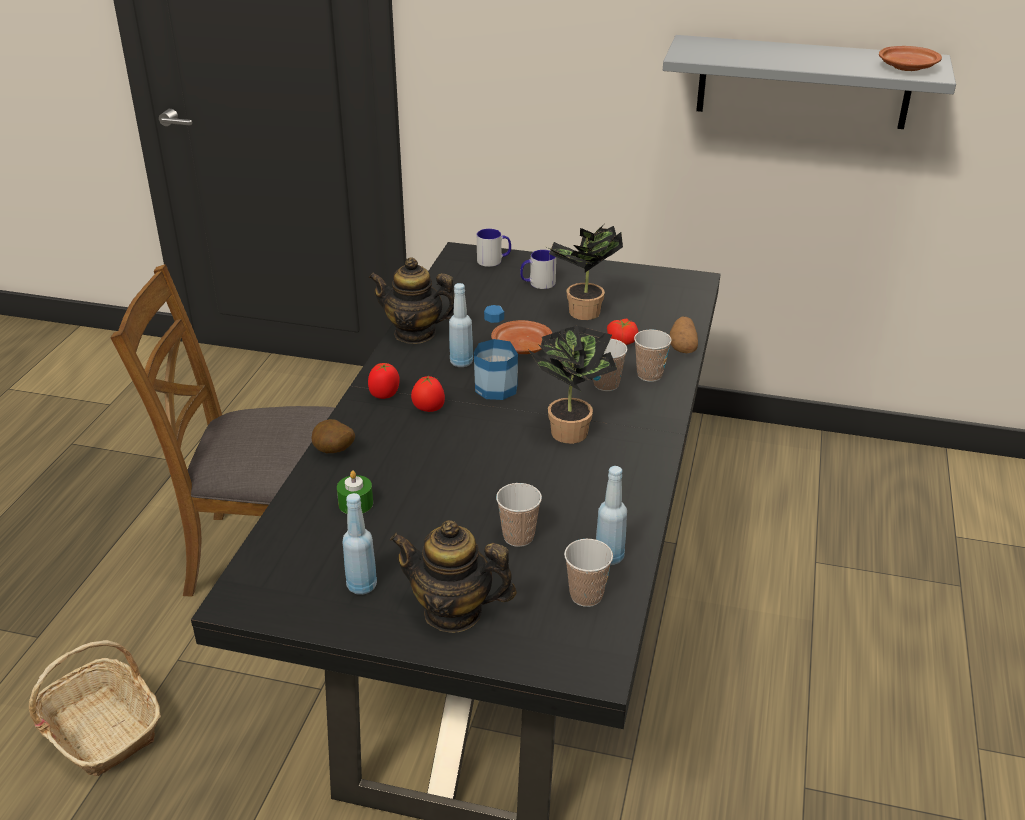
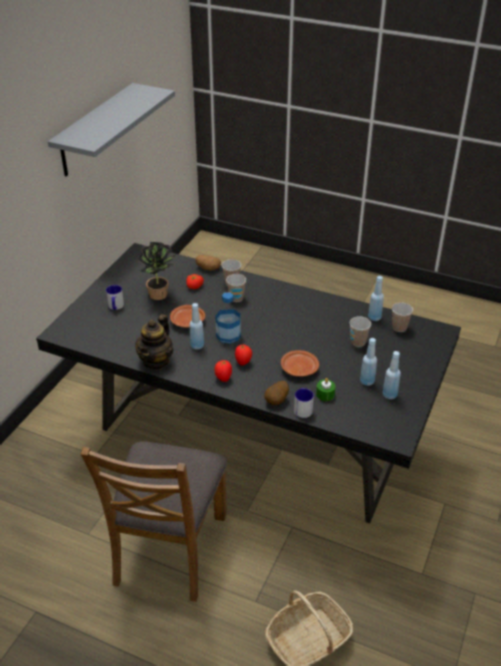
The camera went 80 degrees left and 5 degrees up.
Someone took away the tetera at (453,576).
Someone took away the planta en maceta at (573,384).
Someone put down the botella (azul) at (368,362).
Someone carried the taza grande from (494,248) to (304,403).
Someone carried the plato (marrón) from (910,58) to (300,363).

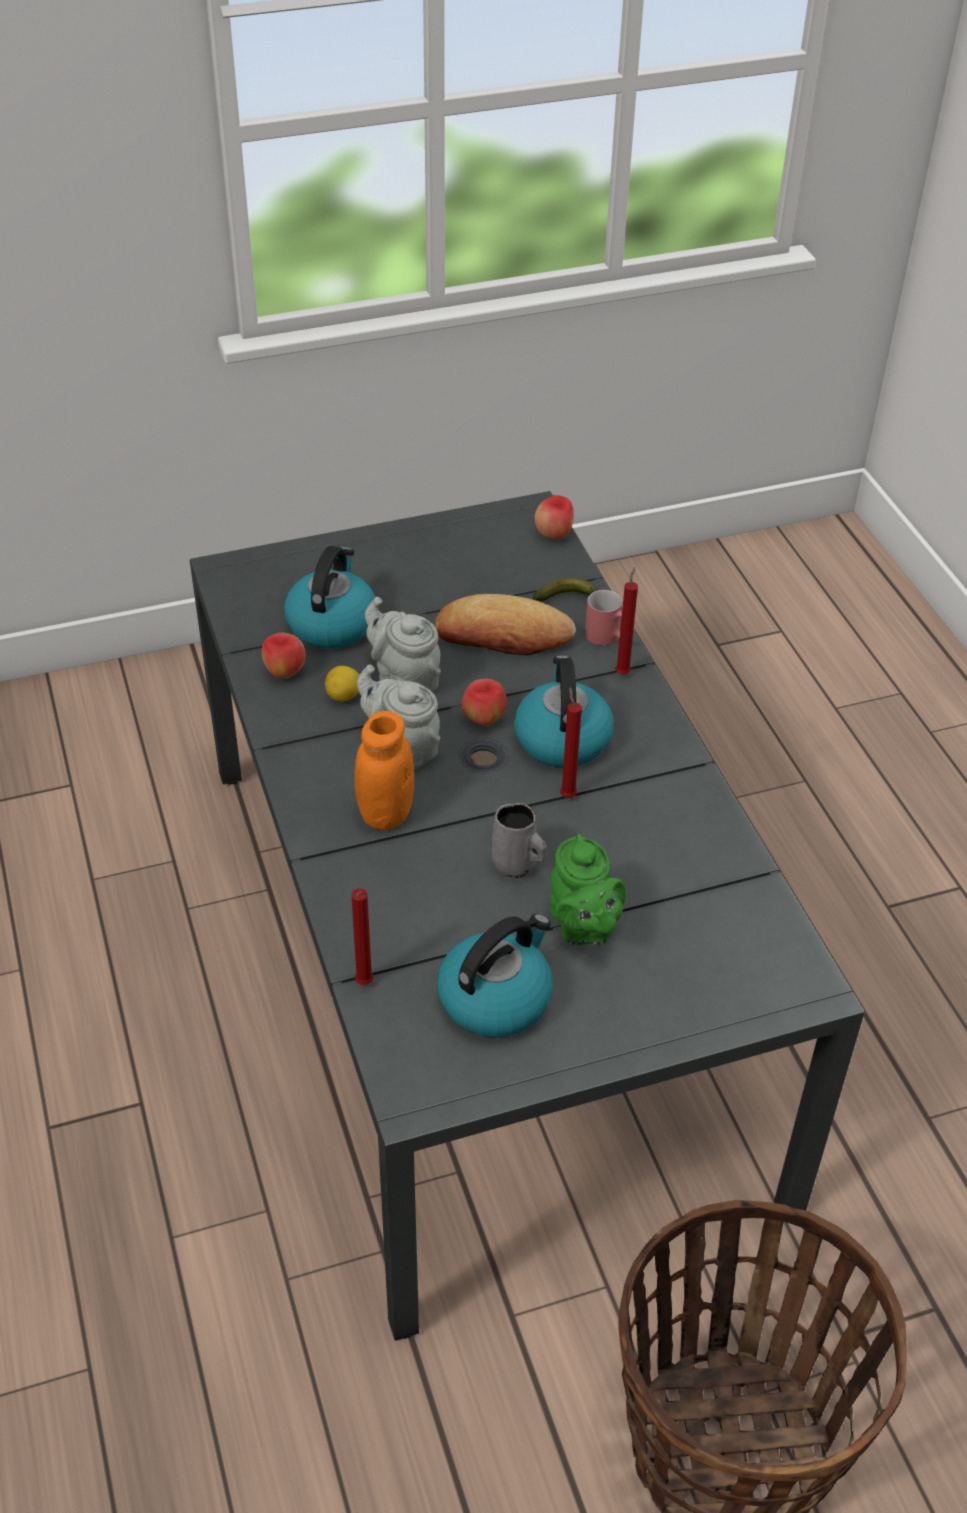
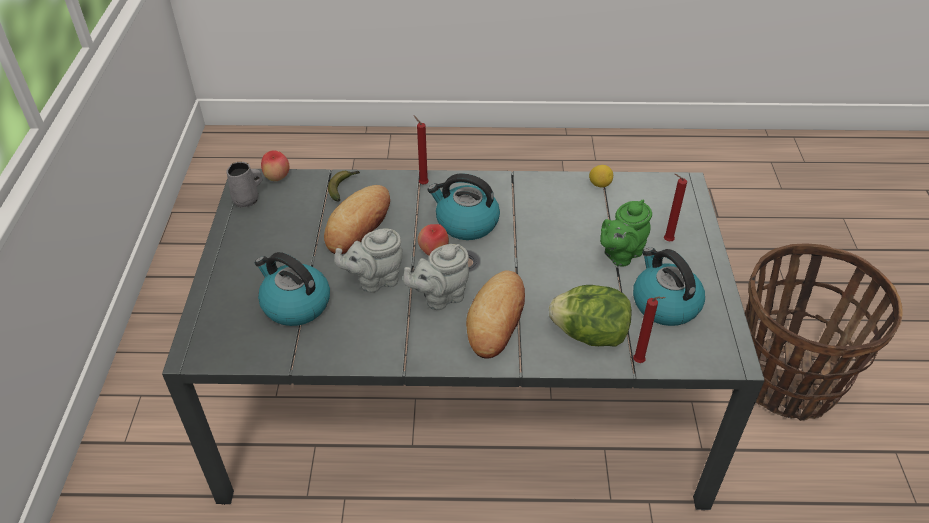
The camera went 70 degrees left and 0 degrees up.
Someone took away the manzana at (283,655).
Someone took away the taza grande (rojo) at (610,618).
Someone put down the lechuga at (590,316).
Someone carried the limón from (342,684) to (601,176).
Someone carried the taza grande (gris) from (519,841) to (244,184).
Someone carried the vela (rojo) from (571,742) to (675,207).
Someone swapped the tarro (naranja) at (384,770) for the pan at (495,314).
Someone rotated the tetera (verde) at (588,889) by 135 degrees clockwise.

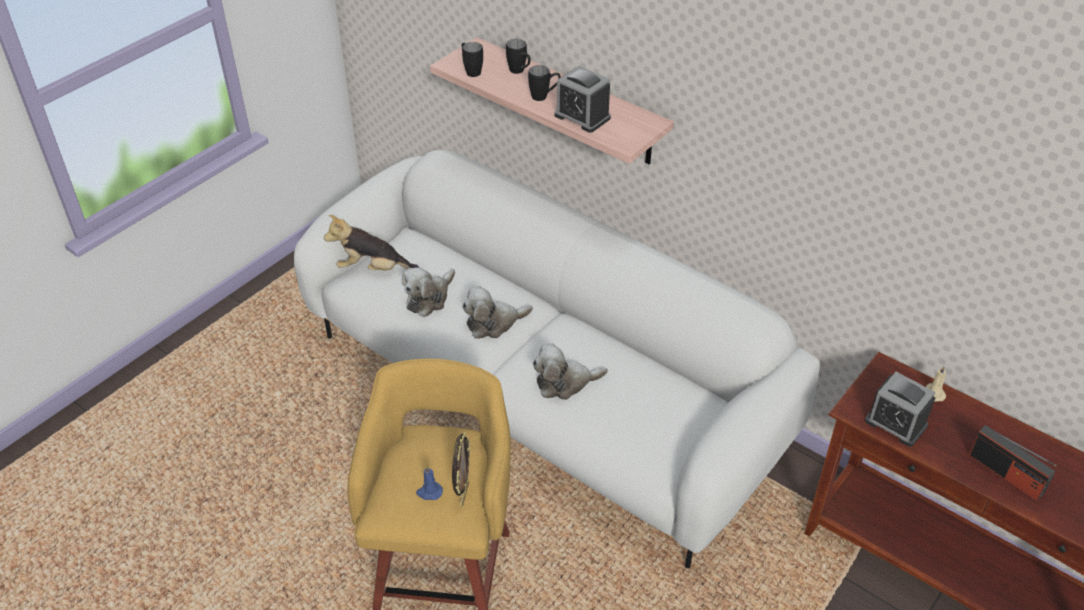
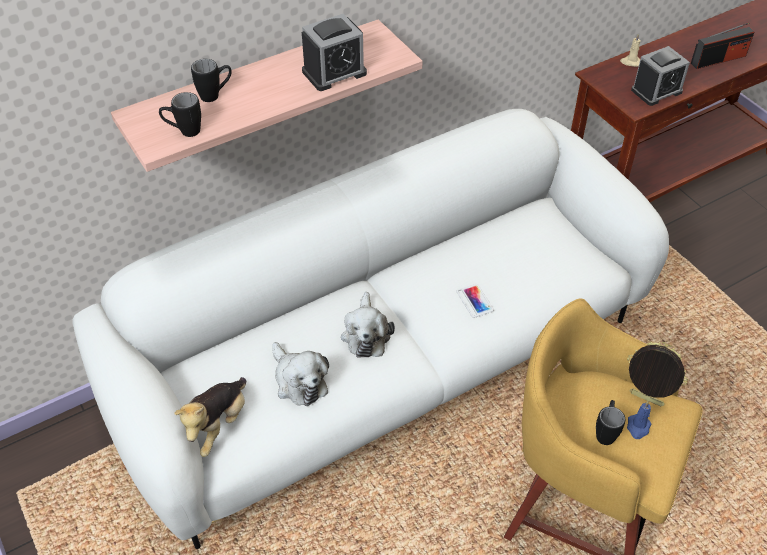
The camera went 70 degrees left and 5 degrees up.
Someone carried the taza grande (negro) from (544,83) to (610,422).
Someone swapped the peluche at (570,371) for the móvil at (475,301).

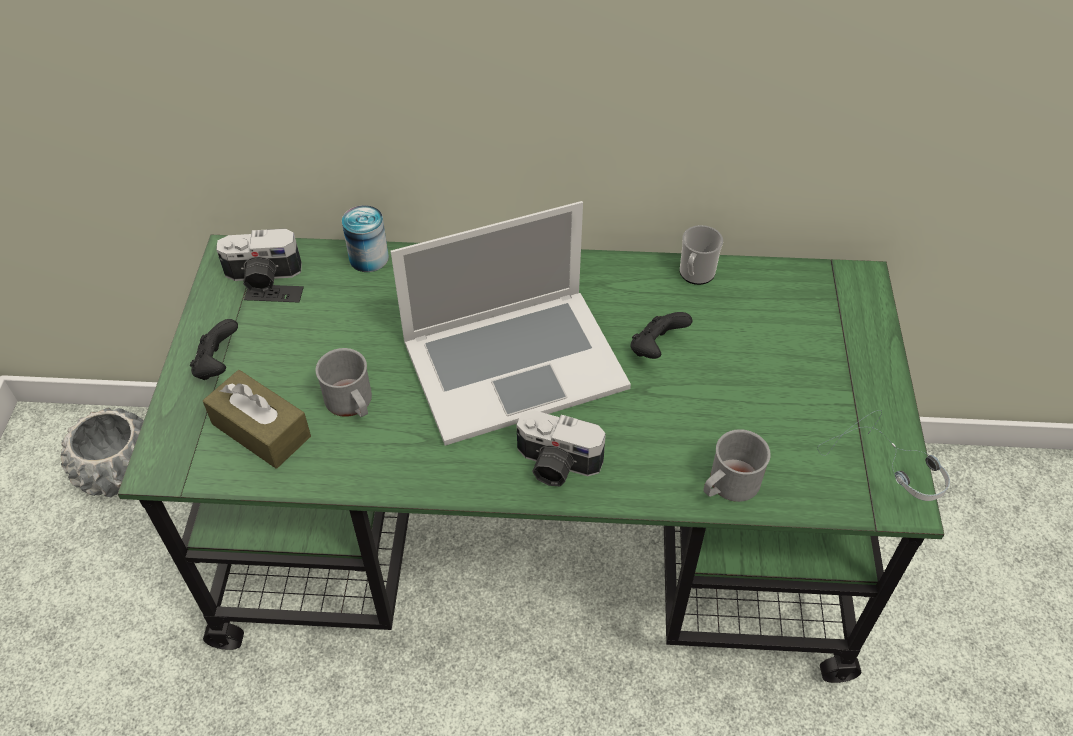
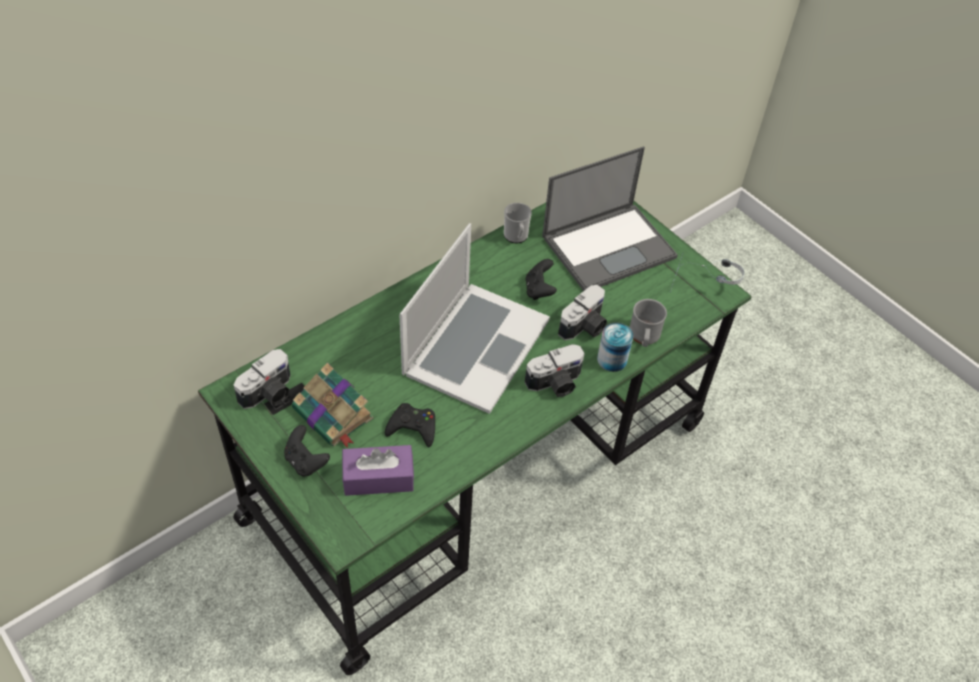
The camera went 45 degrees left and 0 degrees up.
Someone took away the maceta (gris) at (102,453).
Someone put down the libro at (332,405).
Someone put down the portátil at (610,218).
Someone put down the cámara at (582,312).
Someone carried the lata from (365,238) to (615,347).
Someone swapped the taza grande (gris) at (343,382) for the mando de consola (negro) at (410,425).
Someone repainted the caja de pañuelos (marrón) at (257,419), which became the caja de pañuelos (morado) at (378,470).

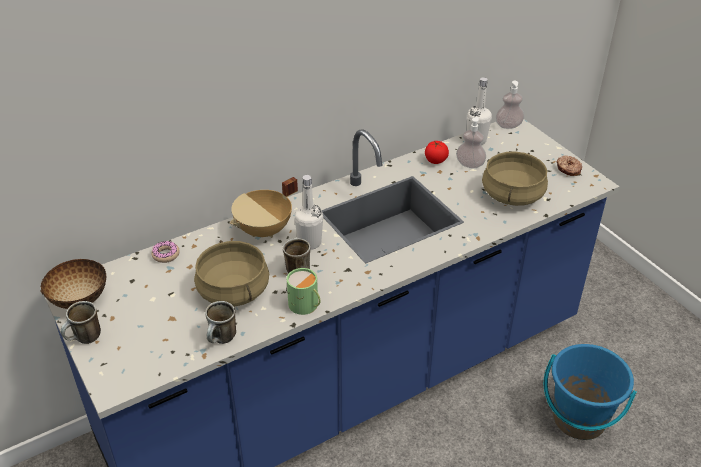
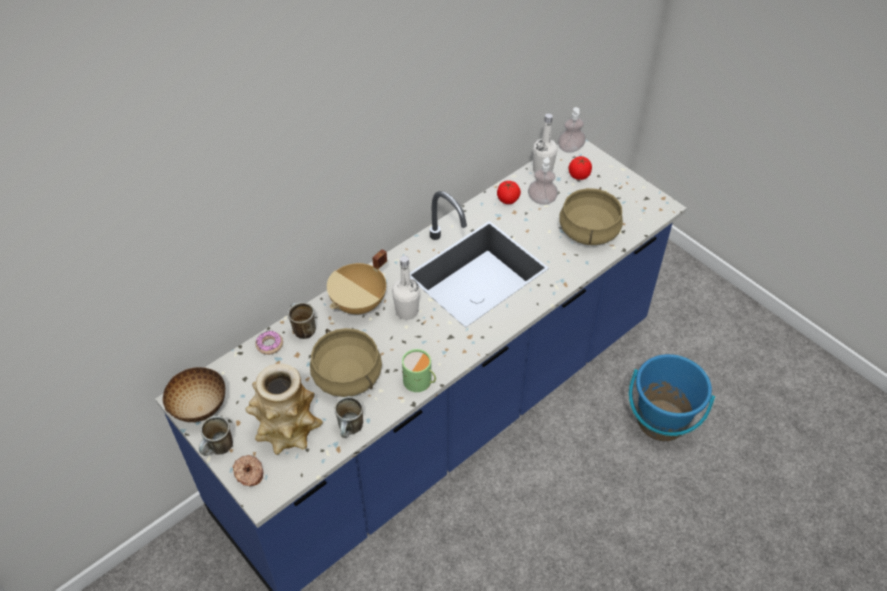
The camera went 10 degrees left and 10 degrees up.
Someone put down the florero at (284,409).
Someone put down the tomate at (580,168).
Someone carried the taza grande from (297,256) to (302,320).
Someone carried the rosquilla from (569,166) to (248,471).

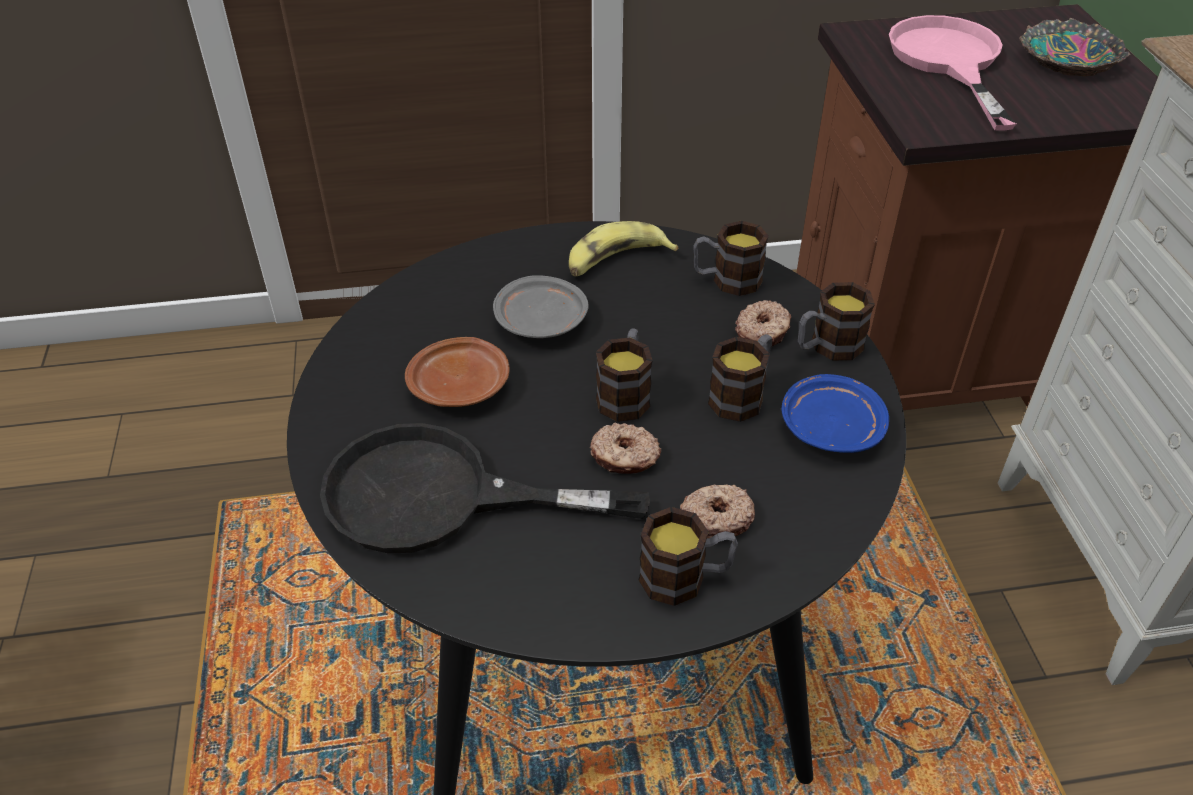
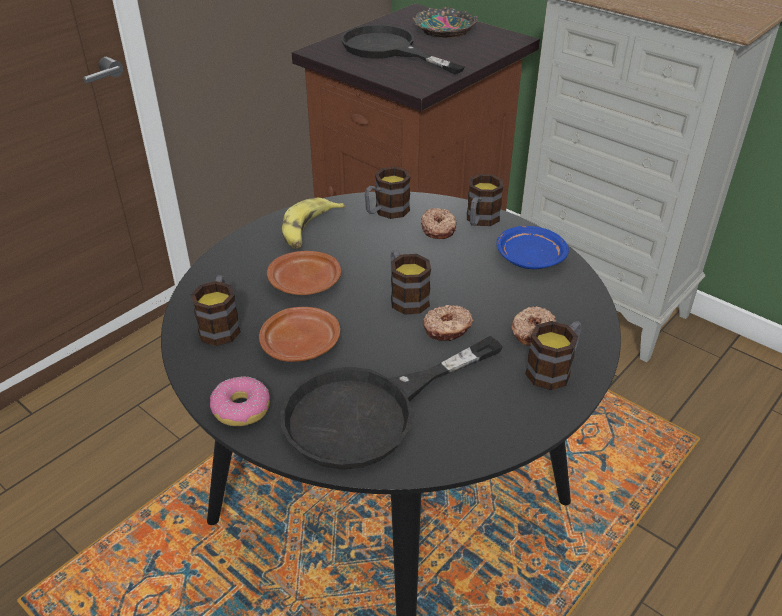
The camera went 40 degrees left and 5 degrees down.
Someone put down the rosquilla at (240,401).
Someone carried the taza grande from (740,378) to (215,310).
Someone repainted the plato (gris) at (541,306), which became the plato (marrón) at (304,273).
Someone repainted the sartén (rosa) at (952,73), which became the sartén (negro) at (402,49).

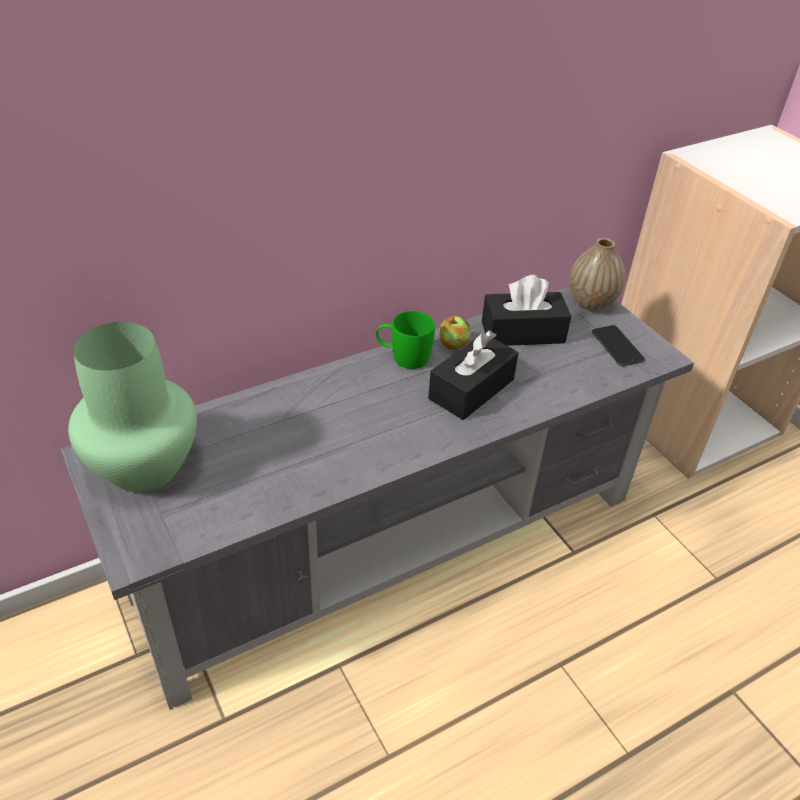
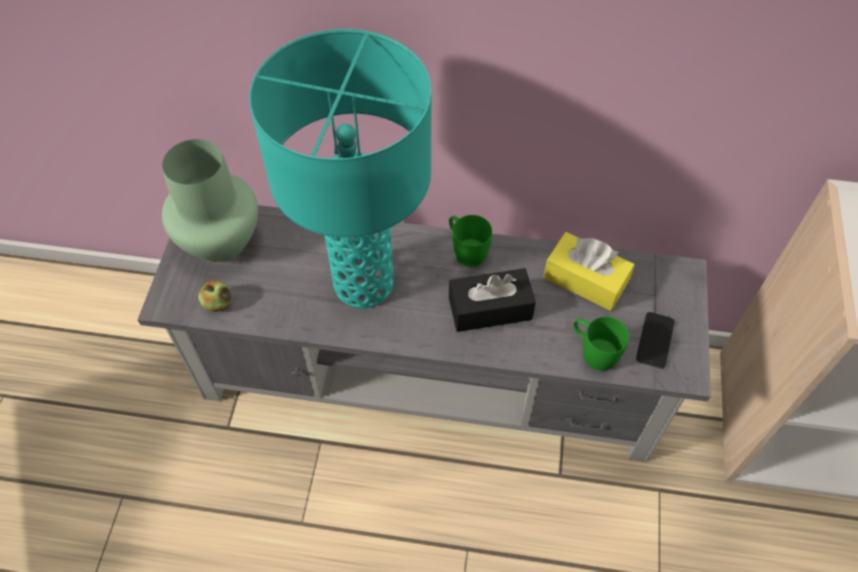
The camera went 40 degrees right and 15 degrees up.
Someone took away the florero at (597,274).
Someone put down the lámpara de mesa (turquesa) at (340,168).
Someone put down the taza grande (verde) at (601,344).
Someone carried the manzana from (455,333) to (214,296).
Someone repainted the caja de pañuelos (negro) at (526,310), which became the caja de pañuelos (amarillo) at (589,271).

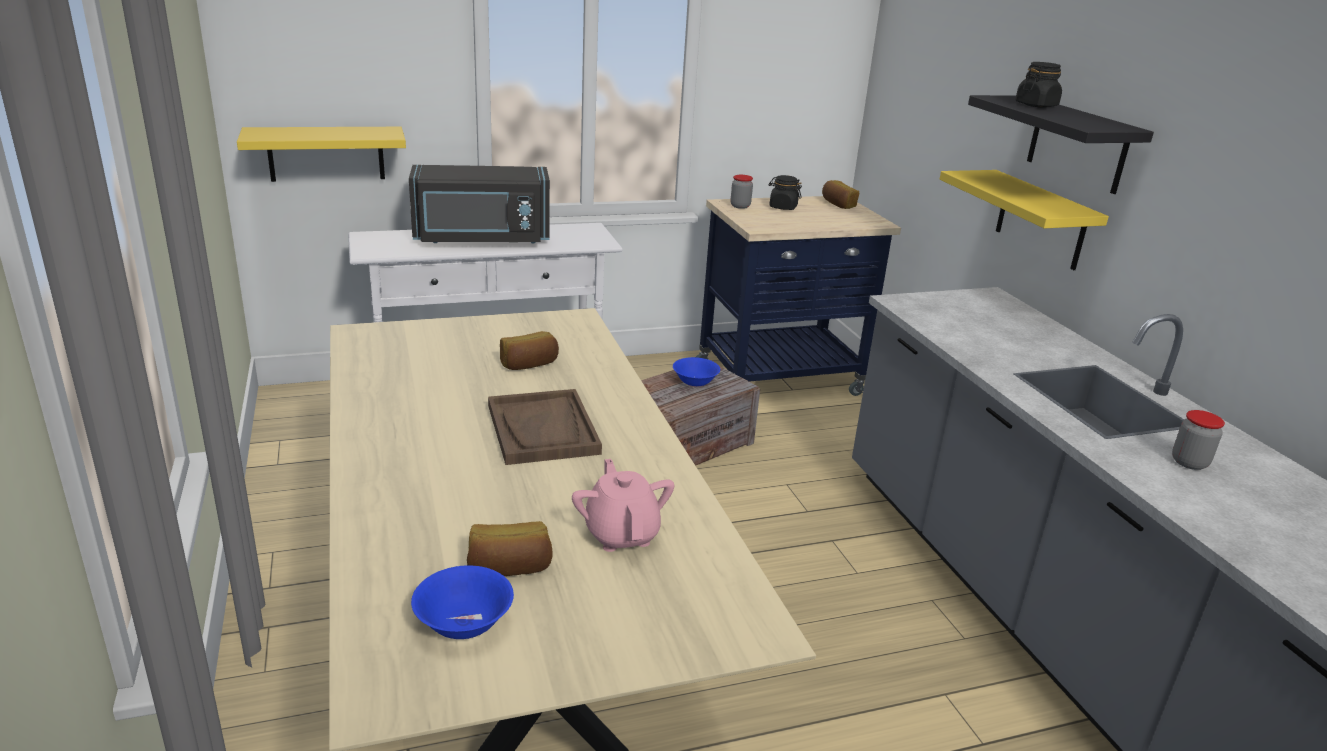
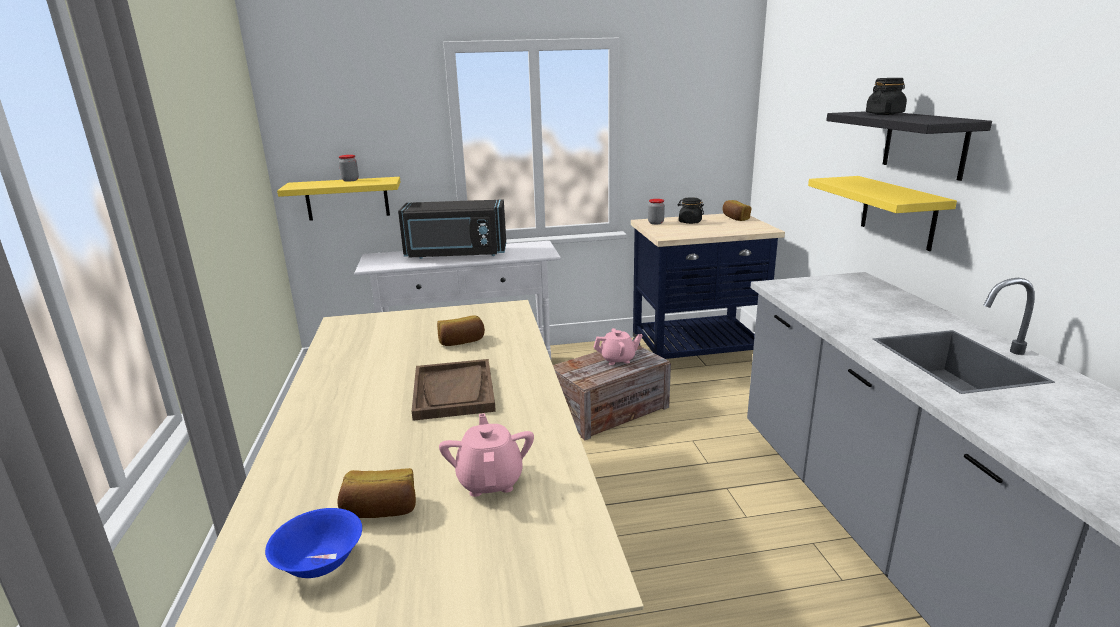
The camera went 10 degrees right and 5 degrees down.
Someone carried the tarro from (1198,440) to (349,168).
Someone swapped the cuenco (azul) at (696,372) for the tetera (rosa) at (618,346).

